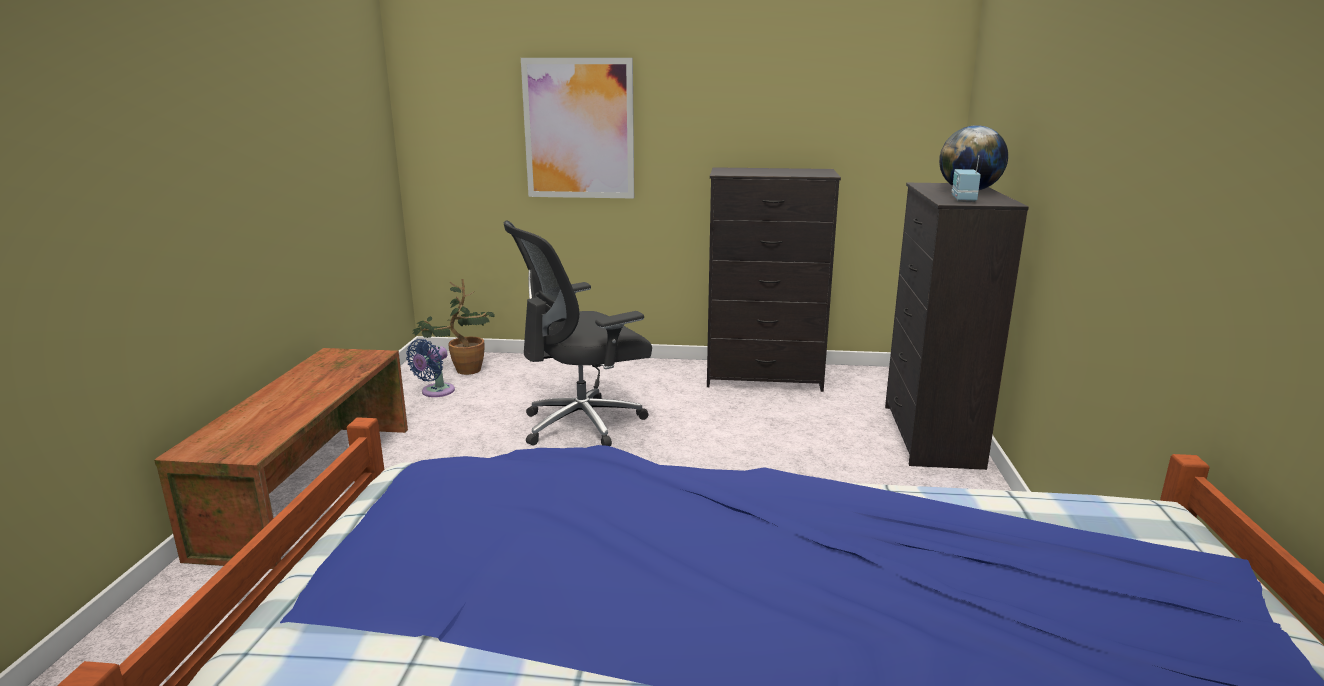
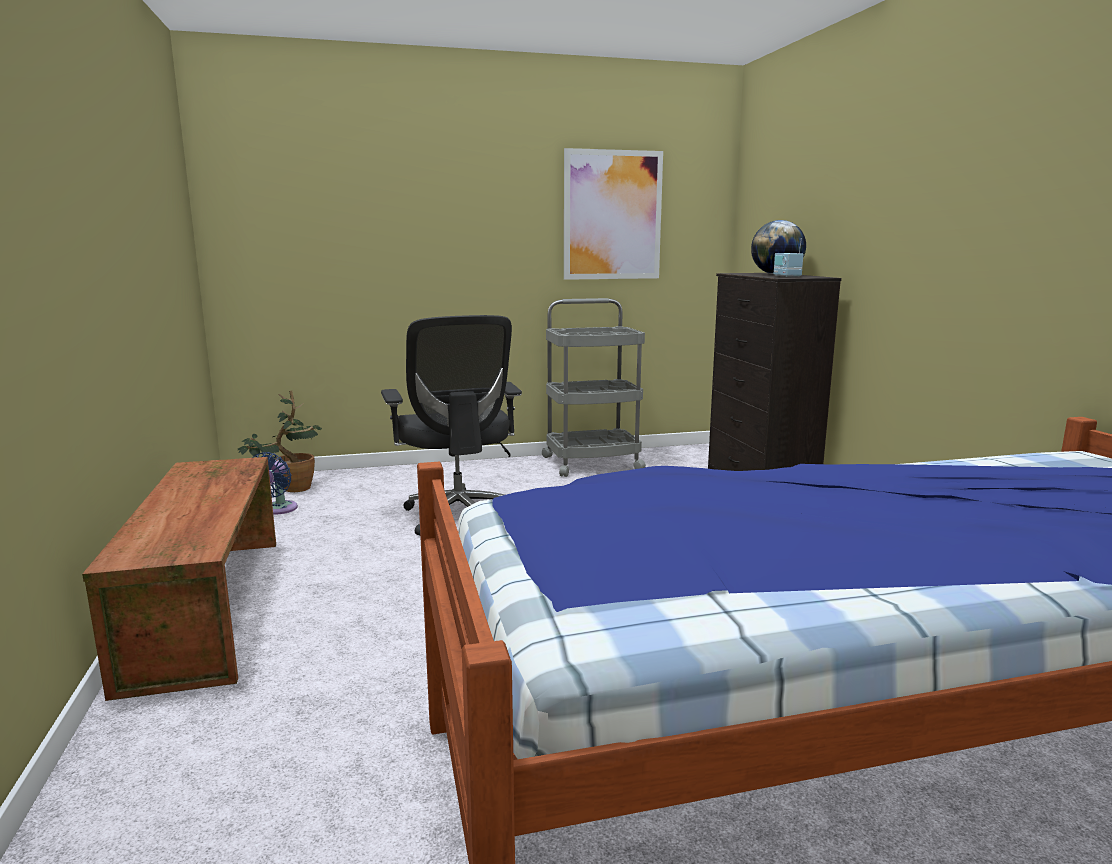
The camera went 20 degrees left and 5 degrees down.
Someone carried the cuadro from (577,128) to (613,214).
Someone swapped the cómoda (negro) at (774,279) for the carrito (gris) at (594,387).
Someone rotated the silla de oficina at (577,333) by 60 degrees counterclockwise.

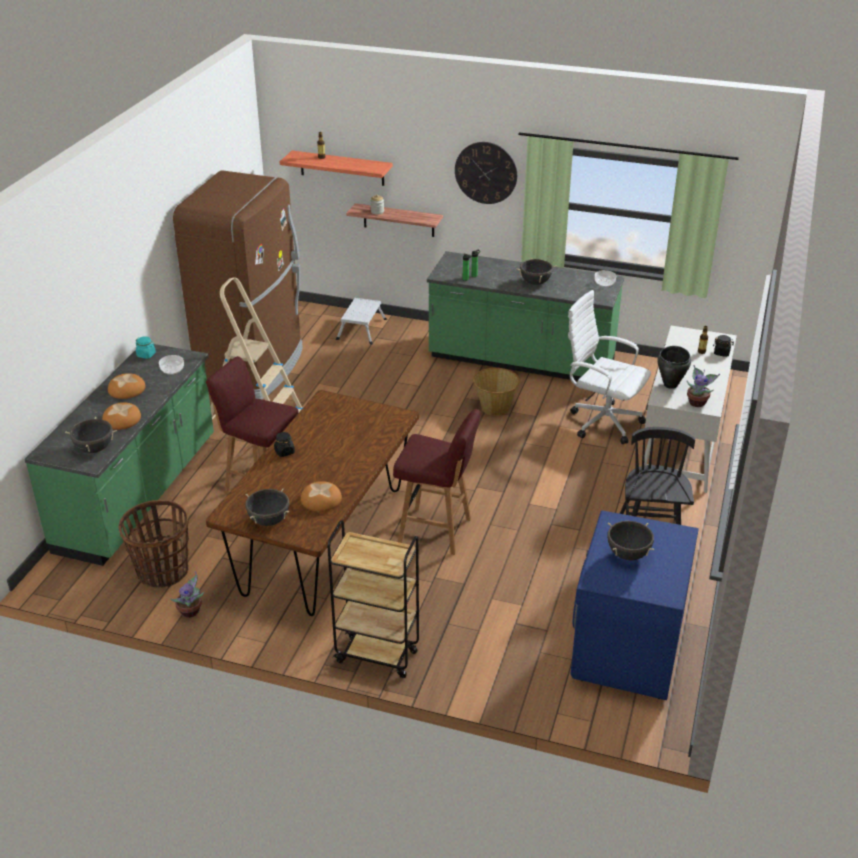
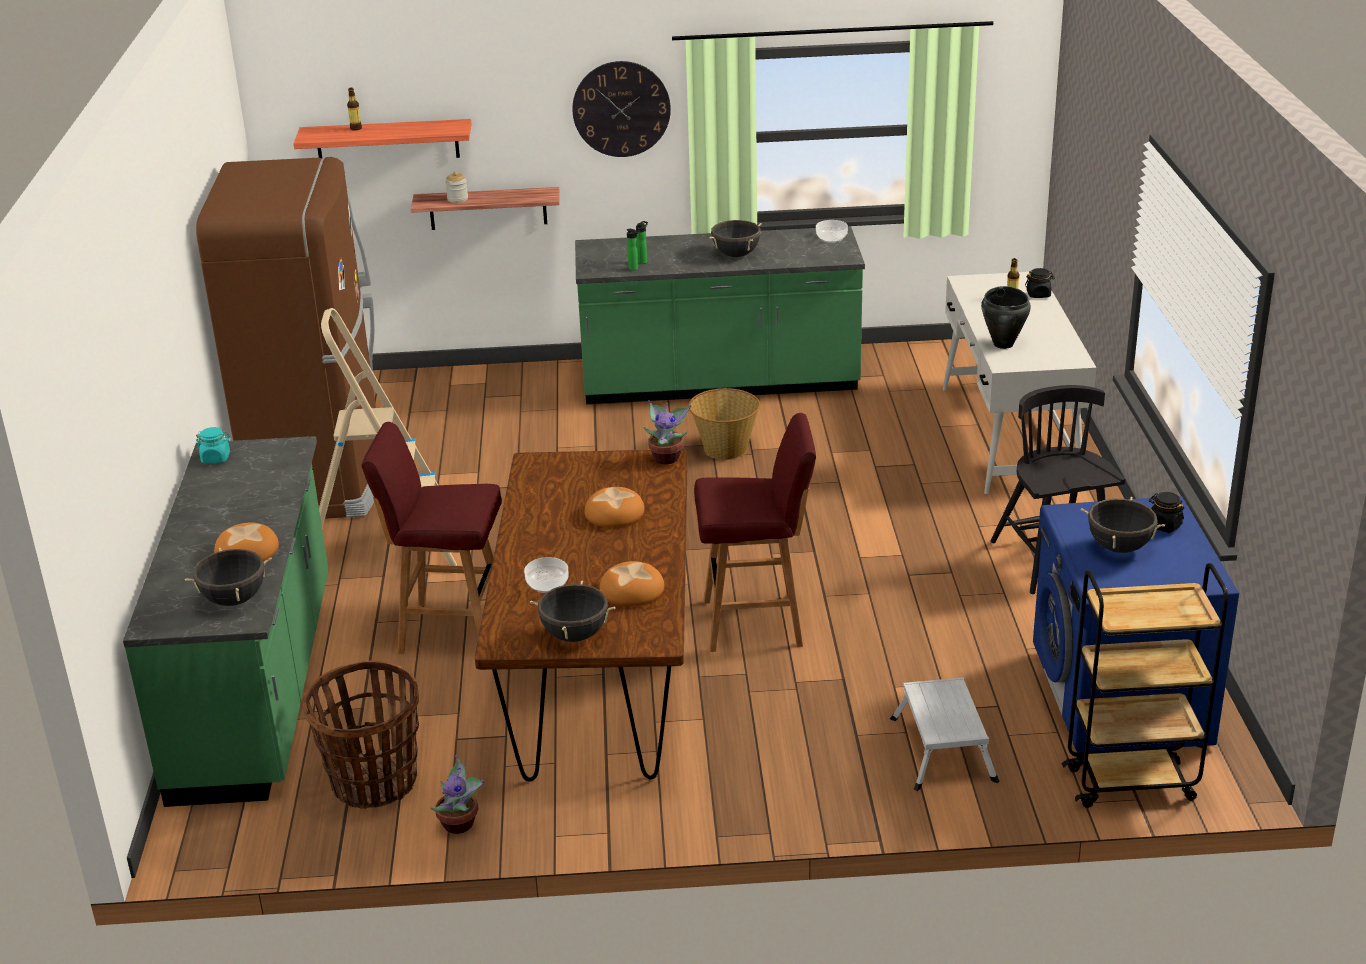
The camera went 20 degrees left and 5 degrees down.
Someone took away the silla de oficina (blanco) at (609,367).
Someone carried the pan from (127,386) to (614,507).
Someone carried the cuenco from (171,365) to (546,575).
Someone carried the tarro (negro) from (284,444) to (1166,512).
Someone carried the carrito (marrón) from (373,599) to (1145,685).
Someone carried the escalera de tijera (blanco) from (361,321) to (944,734).
Someone carried the planta en maceta from (703,386) to (667,432).

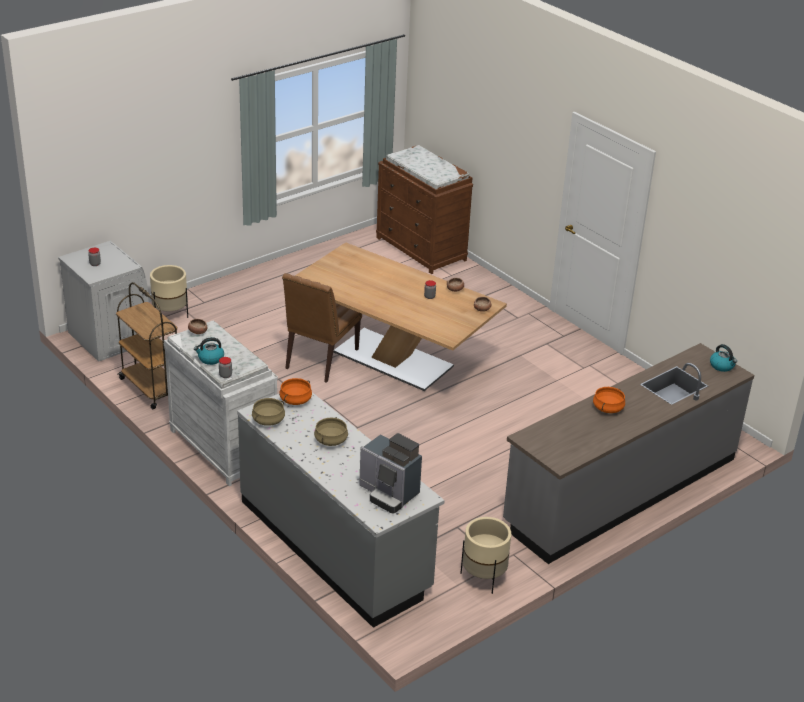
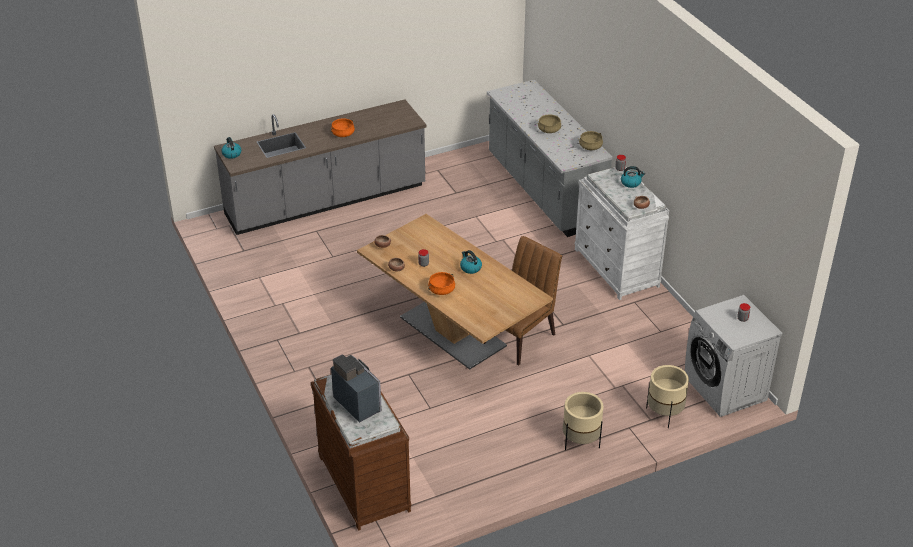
The camera went 165 degrees left and 5 degrees up.
Someone took away the carrito (marrón) at (147,345).
Someone put down the hervidor at (471,262).
Someone carried the olla (naranja) from (295,391) to (441,283).
Someone carried the cafetera from (390,473) to (356,389).
Someone carried the maceta (beis) from (485,555) to (583,421).

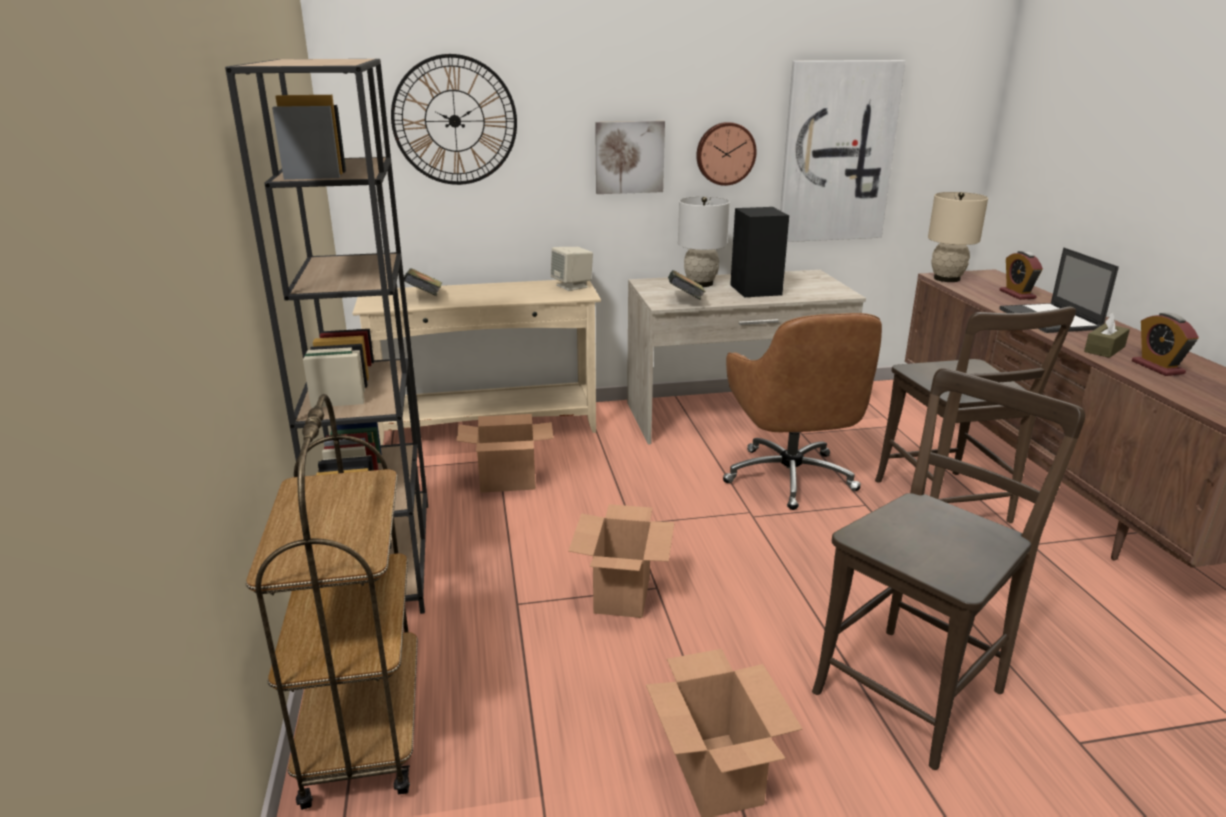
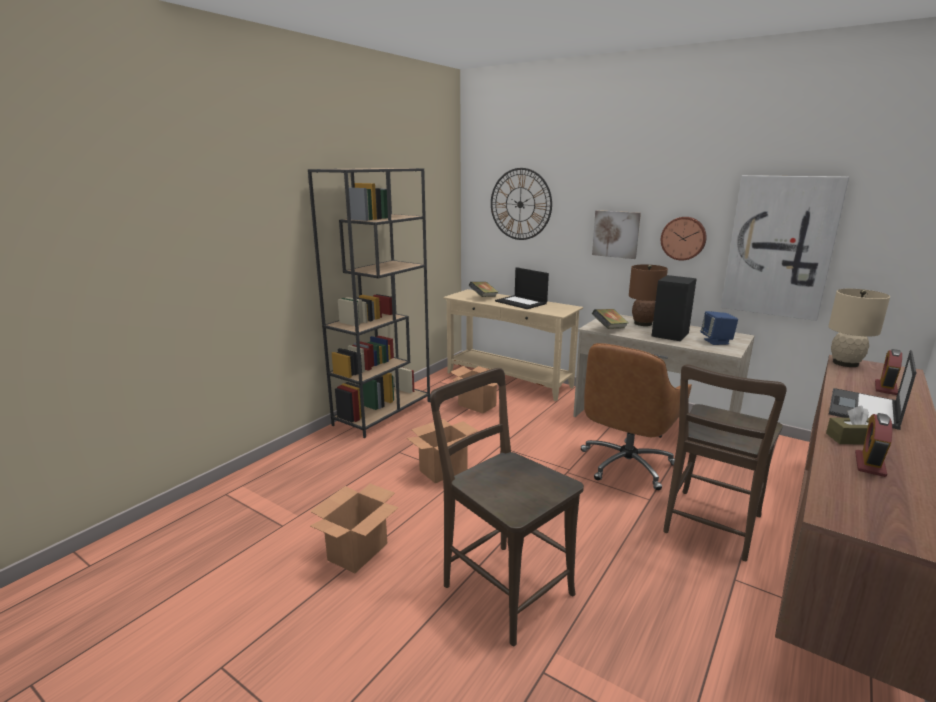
The camera went 45 degrees right and 5 degrees down.
Someone took away the carrito (marrón) at (332,602).
Someone took away the altavoz (beis) at (572,269).
Someone put down the portátil at (522,288).
Someone put down the altavoz (azul) at (719,328).
Someone repainted the lámpara de mesa (blanco) at (704,242), which became the lámpara de mesa (marrón) at (648,295).
Someone rotated the silla (marrón) at (948,569) by 135 degrees counterclockwise.

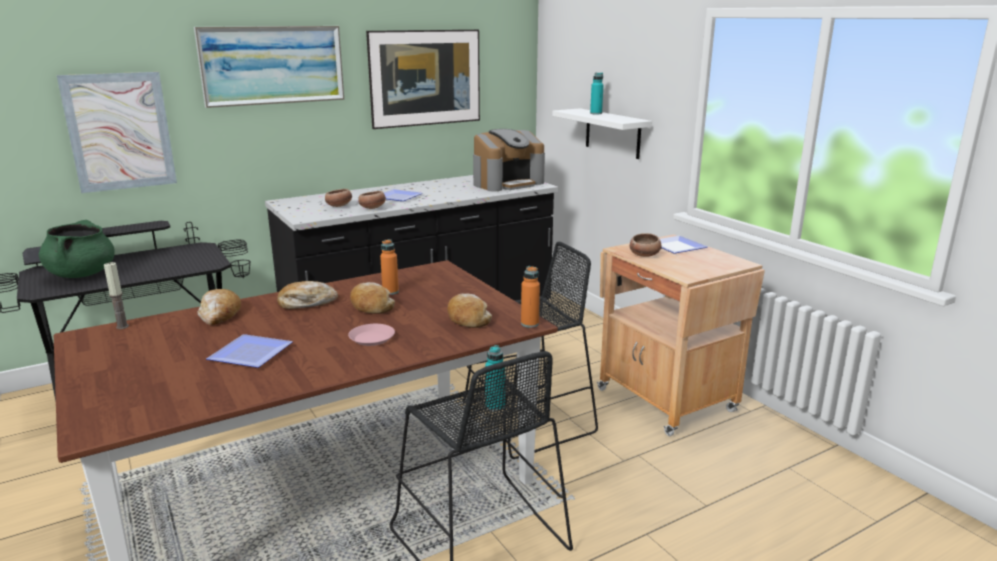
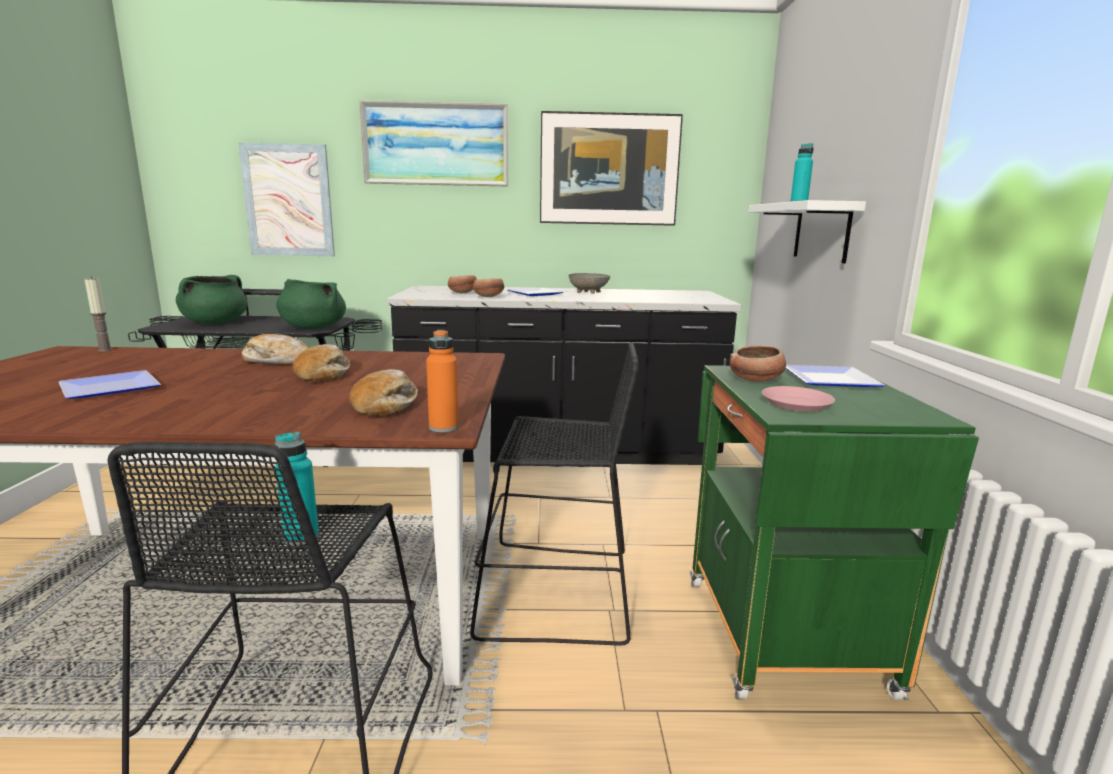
The camera went 30 degrees right and 5 degrees down.
Someone took away the pan at (219,307).
Someone took away the botella (naranja) at (389,267).
Someone took away the cafetera at (509,160).
Someone put down the olla (verde) at (311,304).
Someone put down the cuenco (gris) at (589,283).
Someone carried the plato (rosa) from (371,335) to (798,399).
Someone repainted the carrito (marrón) at (681,335), which became the carrito (verde) at (834,533).

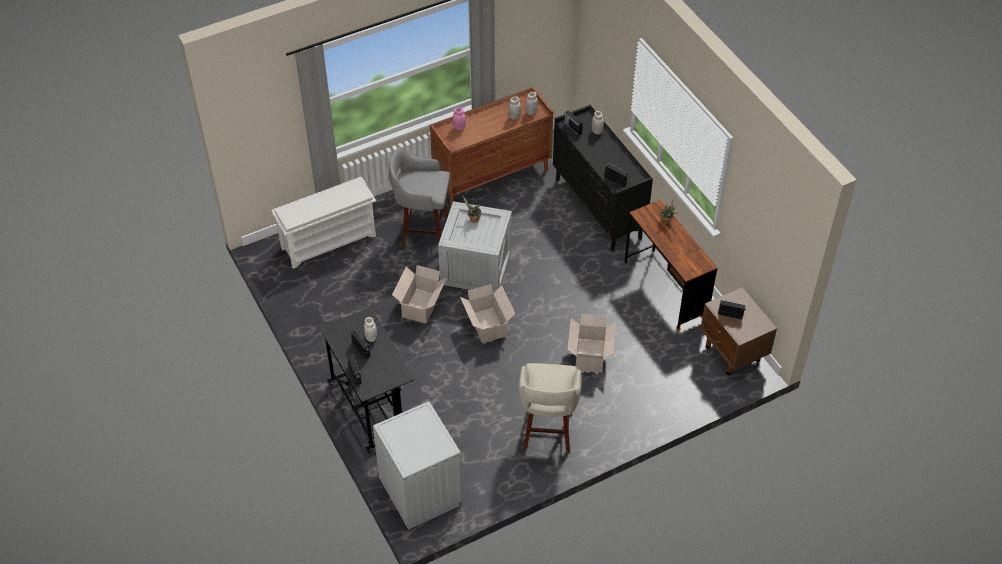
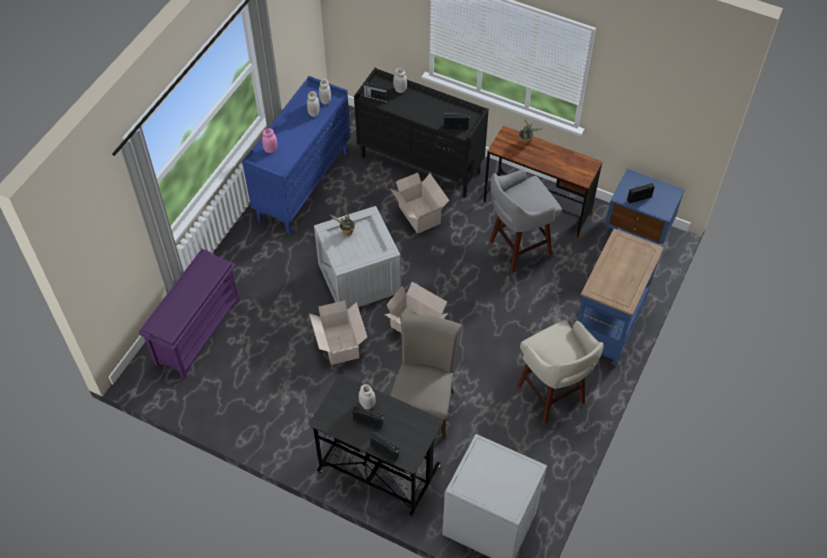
The camera went 35 degrees left and 5 degrees up.
Someone put down the silla (beis) at (426,376).
Someone put down the carrito (azul) at (620,297).
Someone carried the taburete (gris) from (419,197) to (525,221).
Someone carried the caja de cartón from (591,343) to (419,203).
Someone repainted the zapatero (blanco) at (323,223), which became the zapatero (morado) at (189,313).
Someone repainted the armario (marrón) at (491,146), which became the armario (azul) at (296,155).
Someone repainted the mesita de noche (marrón) at (738,331), which became the mesita de noche (azul) at (645,207).

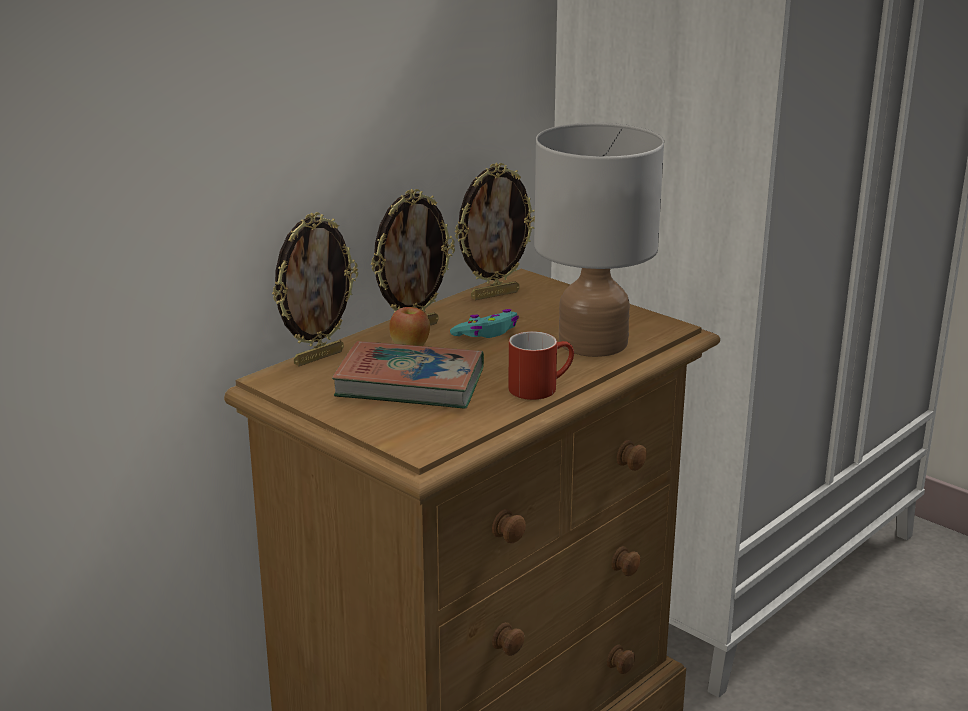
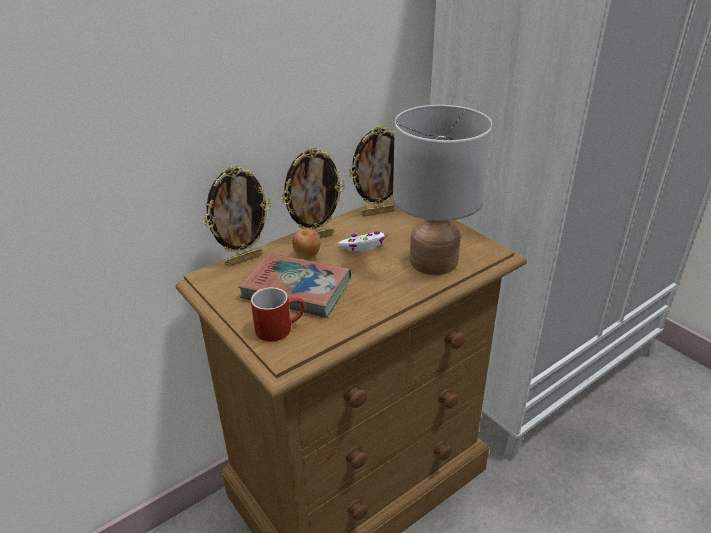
The camera went 10 degrees right and 10 degrees up.
Someone carried the taza grande (rojo) from (541,365) to (278,314).
Someone repainted the mando de consola (turquesa) at (484,323), which became the mando de consola (blanco) at (361,242).

